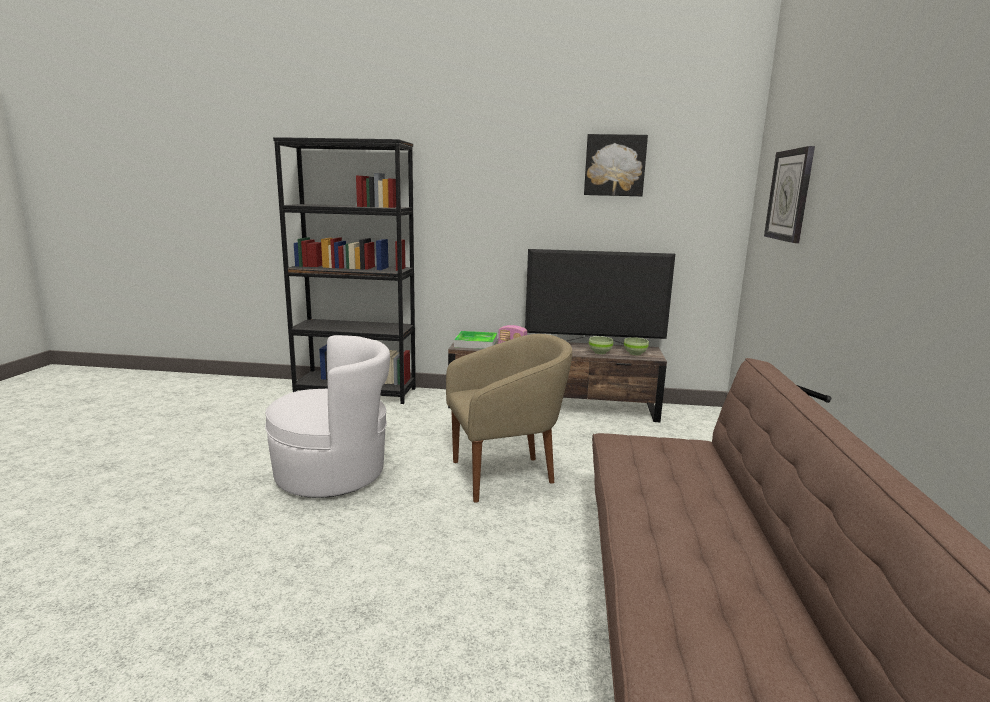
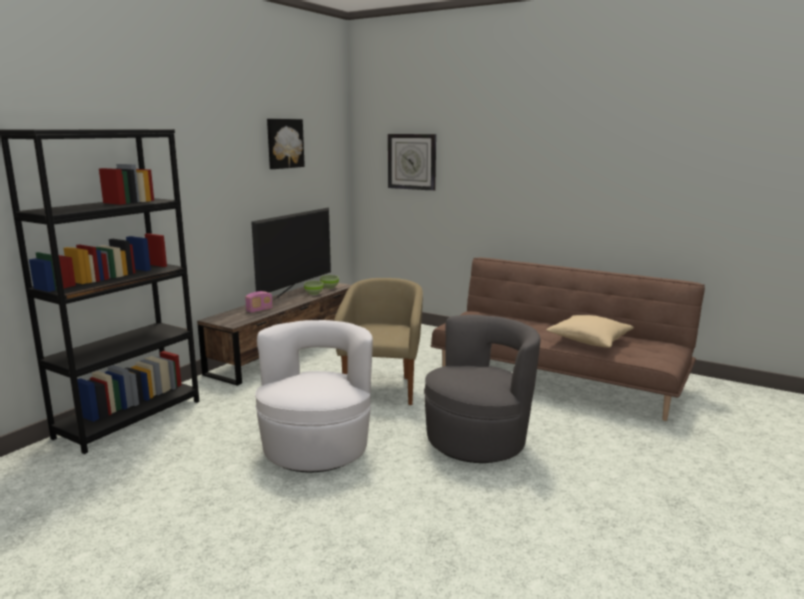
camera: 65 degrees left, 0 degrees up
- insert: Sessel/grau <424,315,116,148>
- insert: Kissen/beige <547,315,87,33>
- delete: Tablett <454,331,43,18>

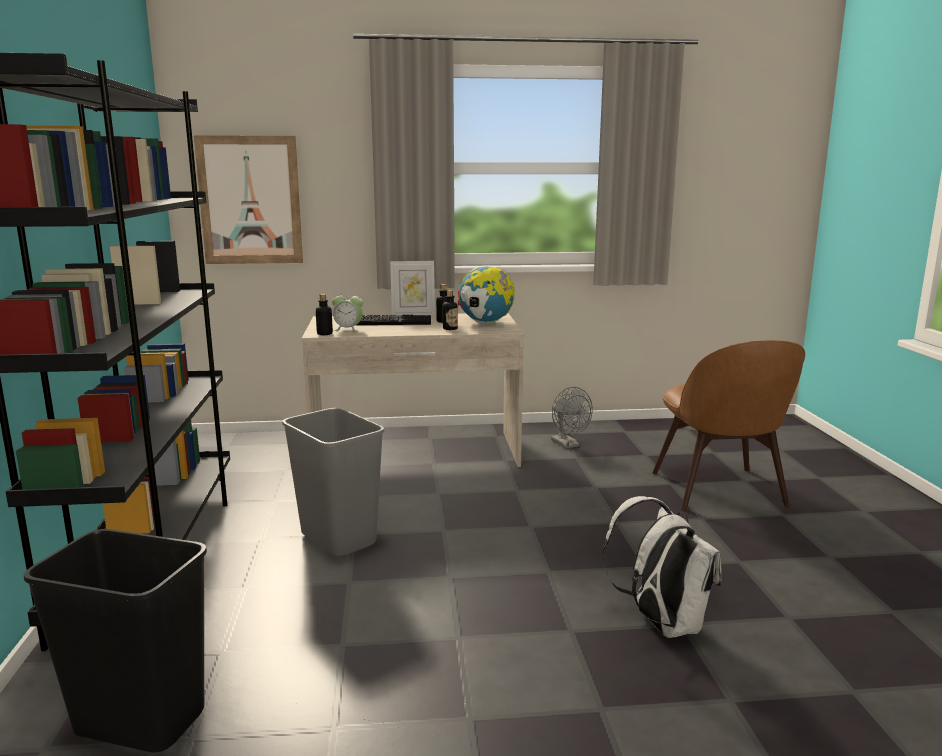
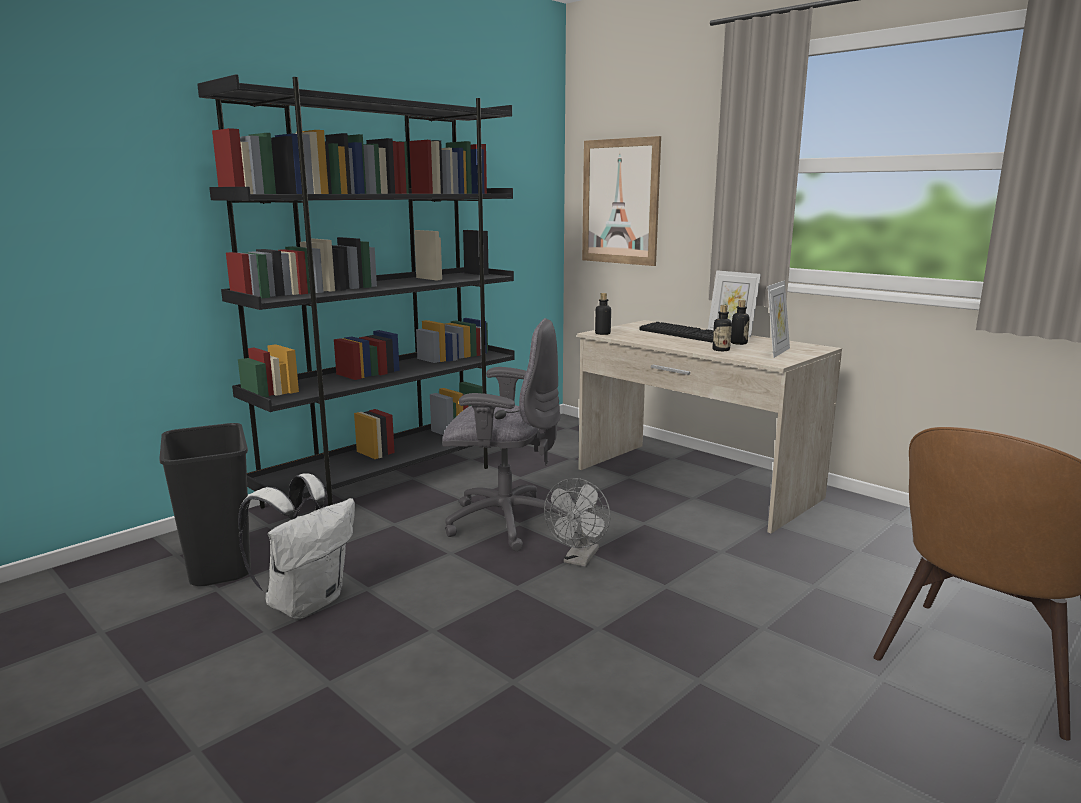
camera: 50 degrees right, 0 degrees up
- move: Rucksack/weiß <602,496,119,142> to <238,473,117,146>
- replace: Mülleimer/grau <282,408,102,148> to Bürostuhl/grau <442,318,126,233>
- move: Ventilator/grau <551,387,42,62> to <544,478,67,89>
- replace: Globus <458,267,57,57> to Bilderrahmen <767,280,23,78>
- delete: Wecker <332,291,31,41>

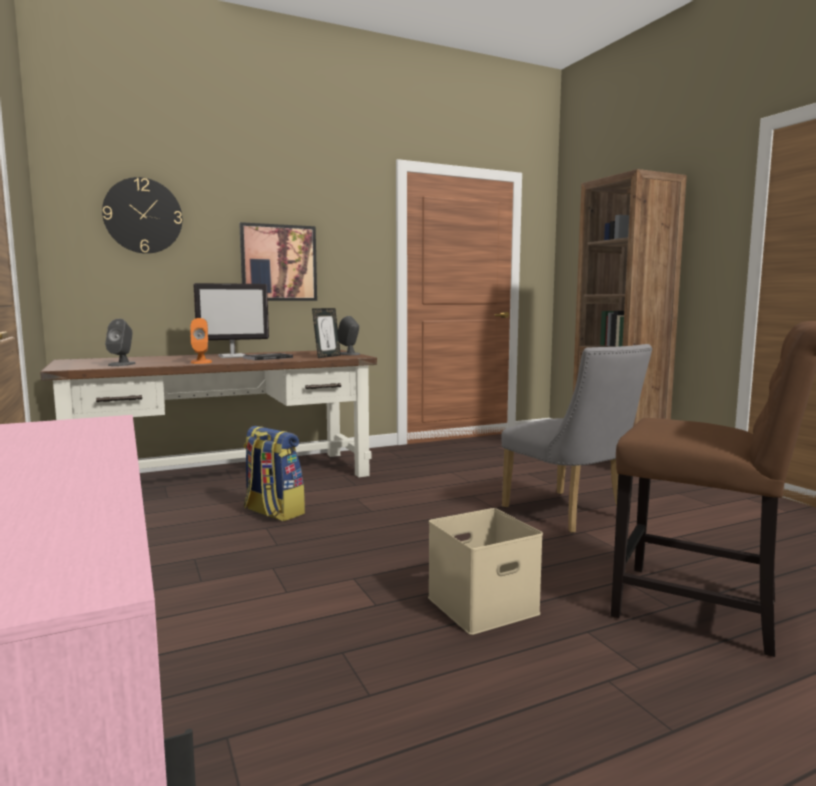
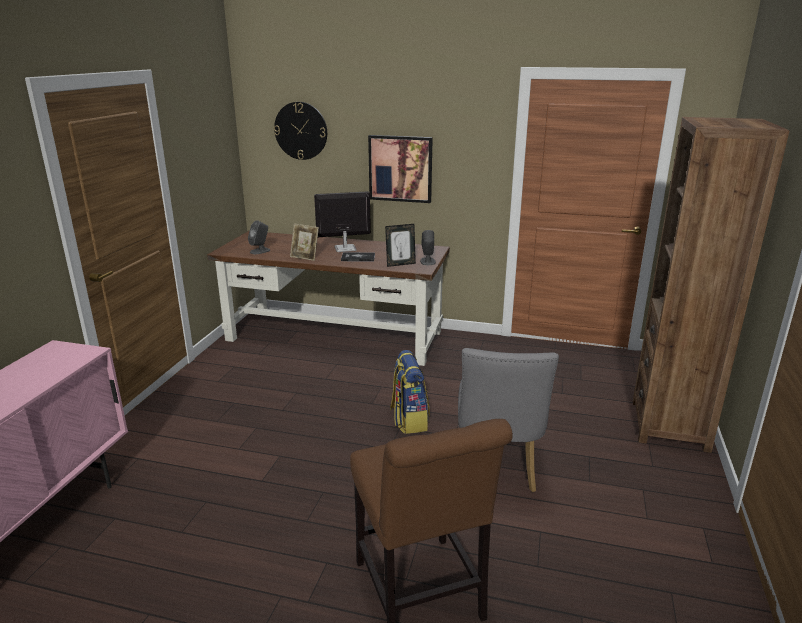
camera: 40 degrees right, 15 degrees up
- replace: Lautsprecher/orange <190,318,22,46> to Bilderrahmen <290,223,29,38>
- rotate: Monitor <194,283,75,75> = <314,191,57,61> 150 degrees clockwise
- move: Rucksack <244,426,61,95> to <390,350,40,84>
- delete: Aufbewahrungsbox/beige <428,508,115,127>

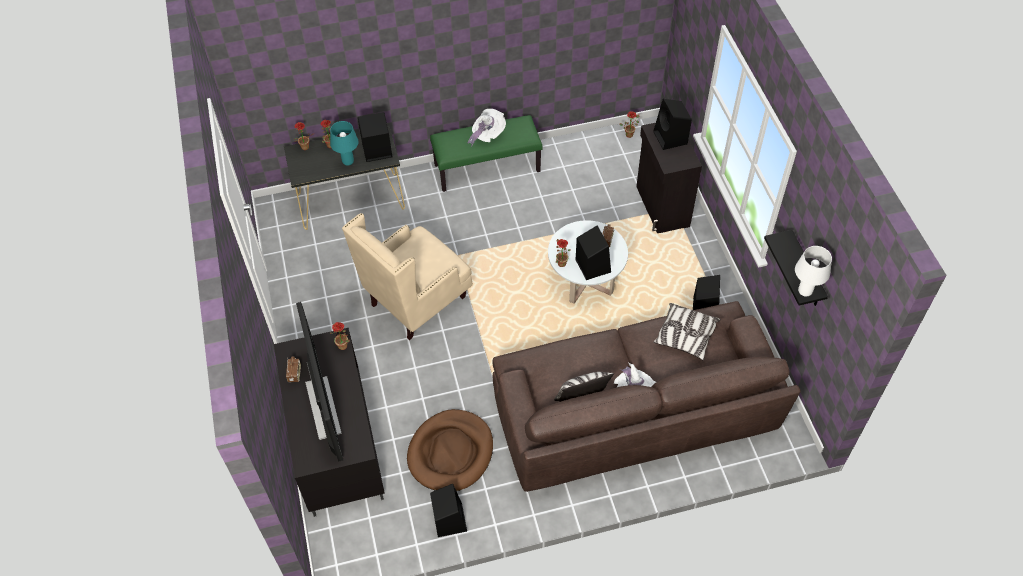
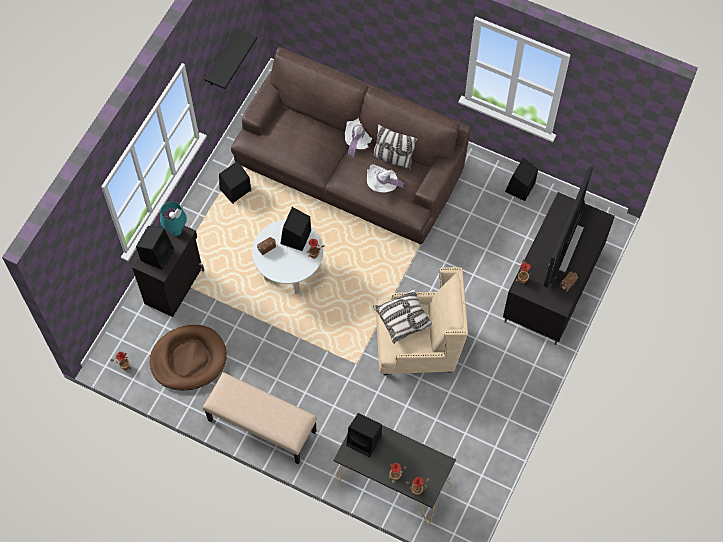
camera: 140 degrees left, 10 degrees up
- move: Hundebett/braun <407,409,86,82> to <150,325,77,66>
- move: Tischlampe/türkis <330,121,29,45> to <160,202,27,34>
- recolor: Bank/grün <430,115,112,77> to Bank/beige <202,372,115,92>
- move: Hut/weiß <467,109,39,38> to <367,164,38,29>
- move: Kissen <653,303,68,57> to <373,289,59,55>
- delete: Tischlampe/weiß <795,246,37,51>

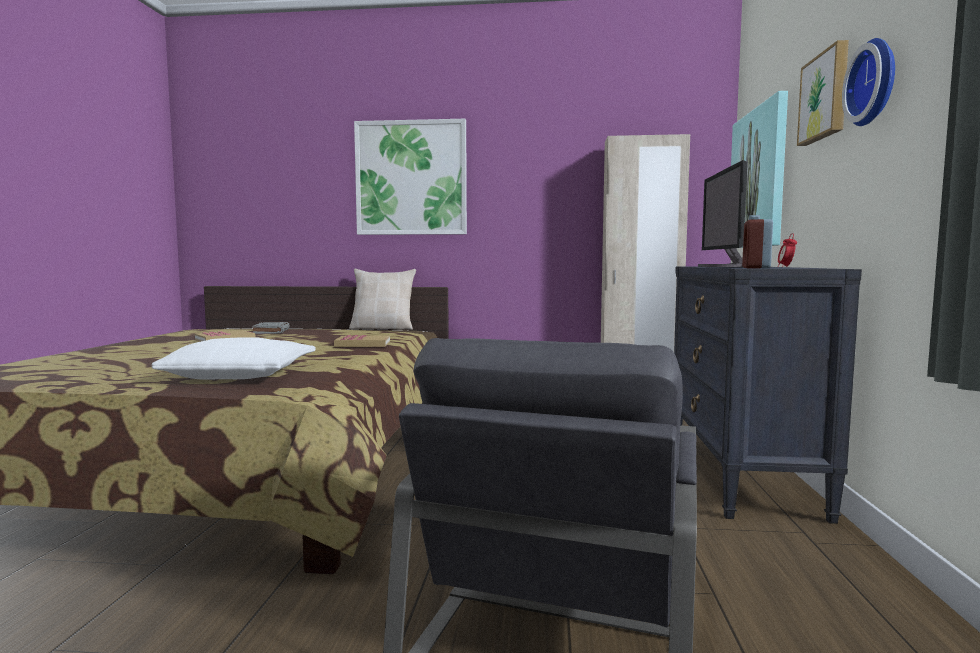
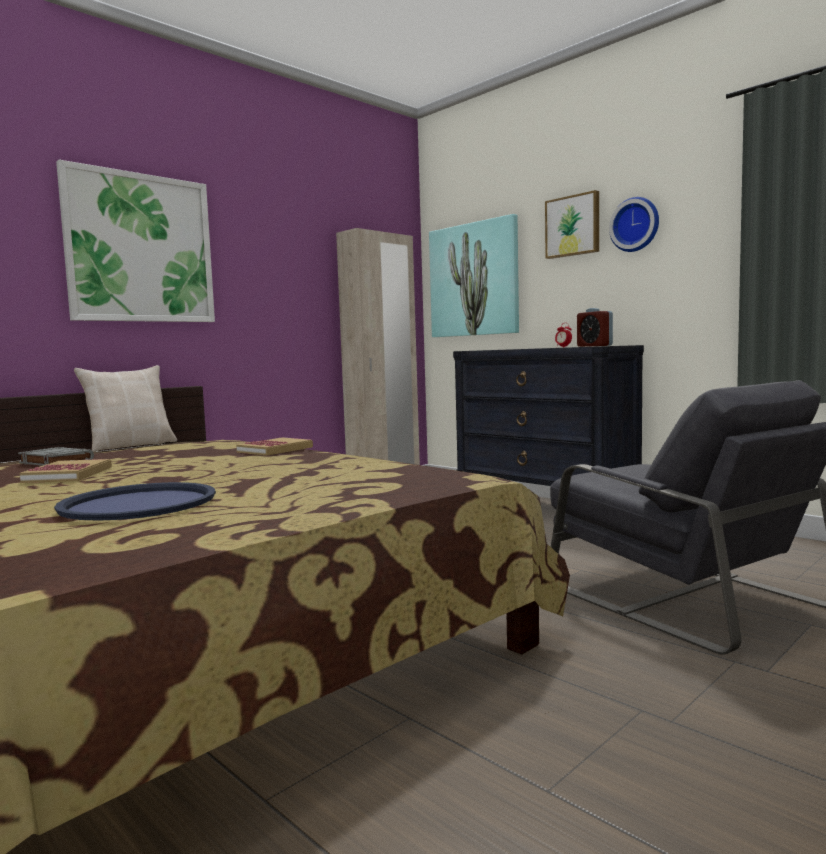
camera: 50 degrees left, 0 degrees up
- insert: Tablett/blau <54,482,162,38>
- delete: Kissen/weiß <152,337,164,42>
- delete: Monitor <698,160,49,107>

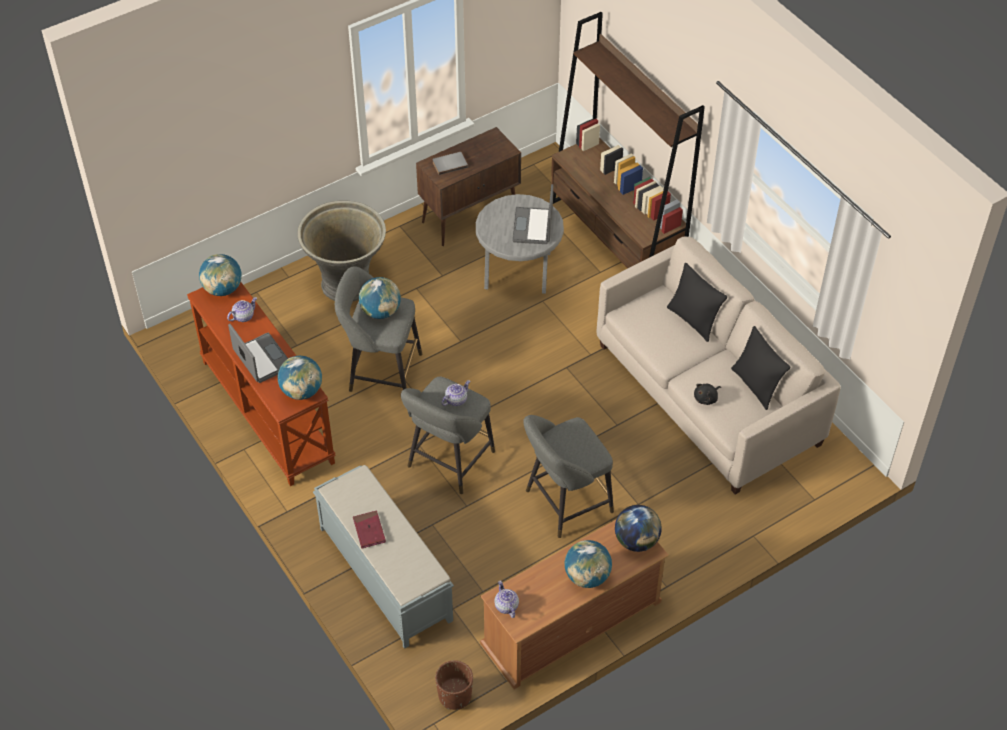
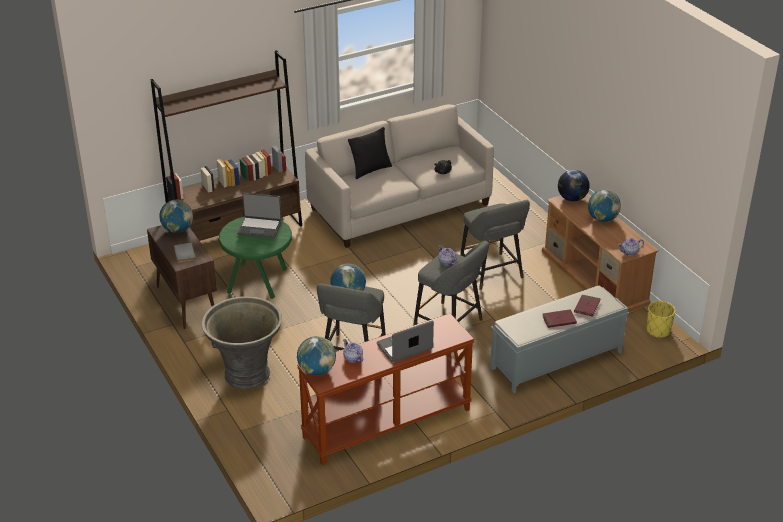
camera: 85 degrees left, 15 degrees down
- move: Globus <278,356,44,44> to <159,200,34,33>
- recolor: Beistelltisch/grau <476,194,88,100> to Beistelltisch/grün <219,217,73,82>
- insert: Buch/rot <574,295,27,22>
- recolor: Pflanzkübel/braun <435,660,38,50> to Pflanzkübel/gelb <647,301,28,37>
- delete: Kissen/schwarz <731,326,59,84>

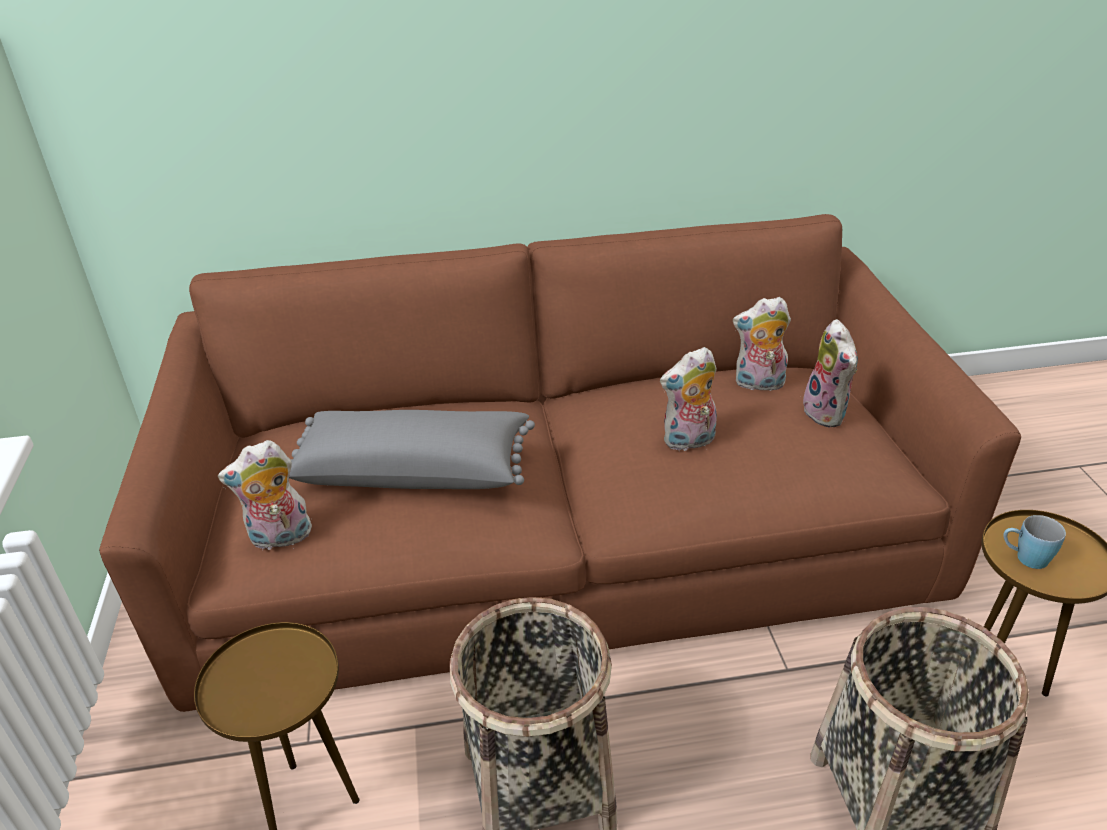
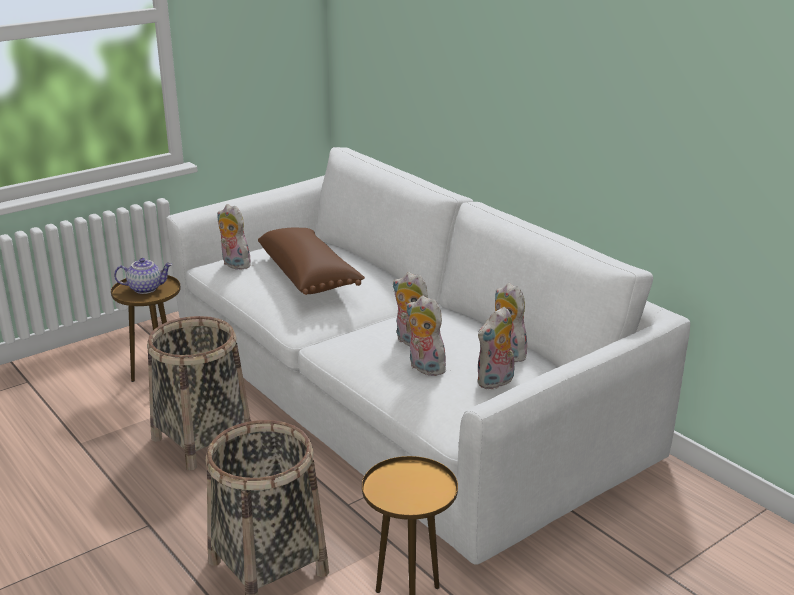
camera: 60 degrees right, 10 degrees down
- insert: Teekanne <114,258,58,36>
- recolor: Sofa/braun <99,214,922,498> to Sofa/weiß <167,147,523,418>
- recolor: Kissen/grau <289,410,246,79> to Kissen/braun <258,228,107,67>
- insert: Plüschtier <406,296,40,80>
- delete: Henkelbecher/blau <1003,515,63,54>

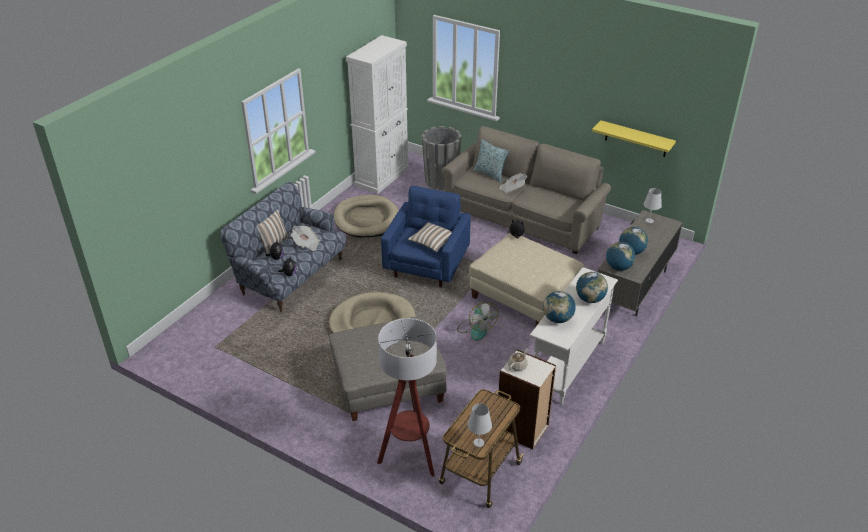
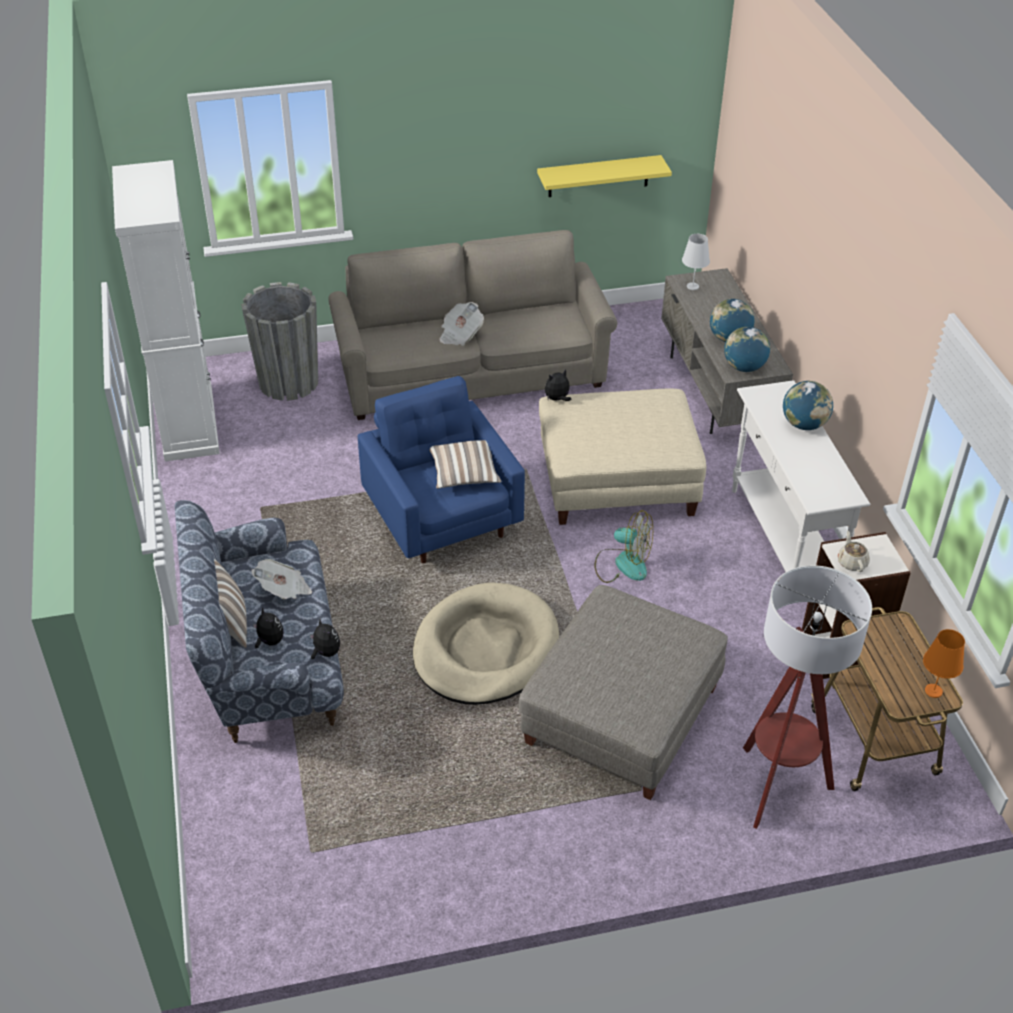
camera: 45 degrees left, 5 degrees up
- recolor: Tischlampe/weiß <467,403,25,44> to Tischlampe/orange <923,629,42,69>
- delete: Hundebett/beige <334,195,65,42>
- delete: Kissen <474,139,35,44>
- delete: Globus <543,291,33,32>

